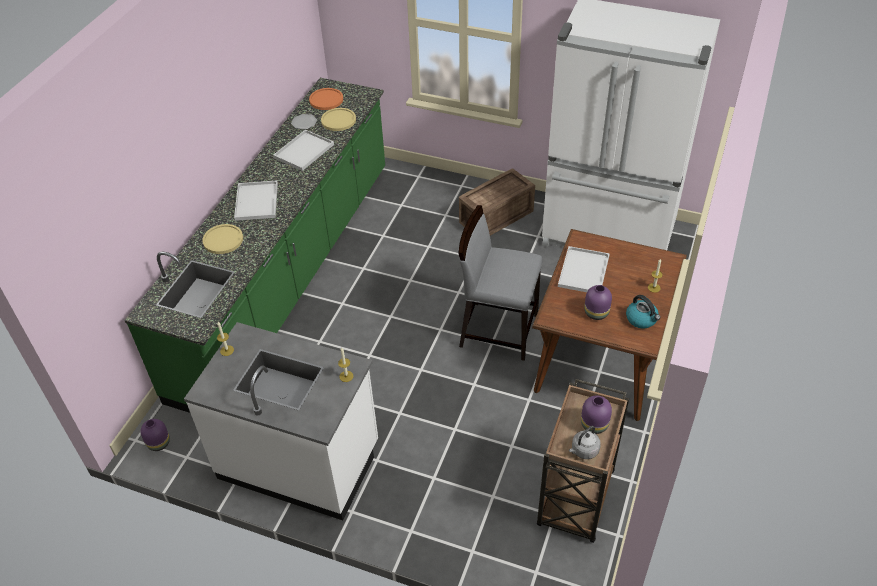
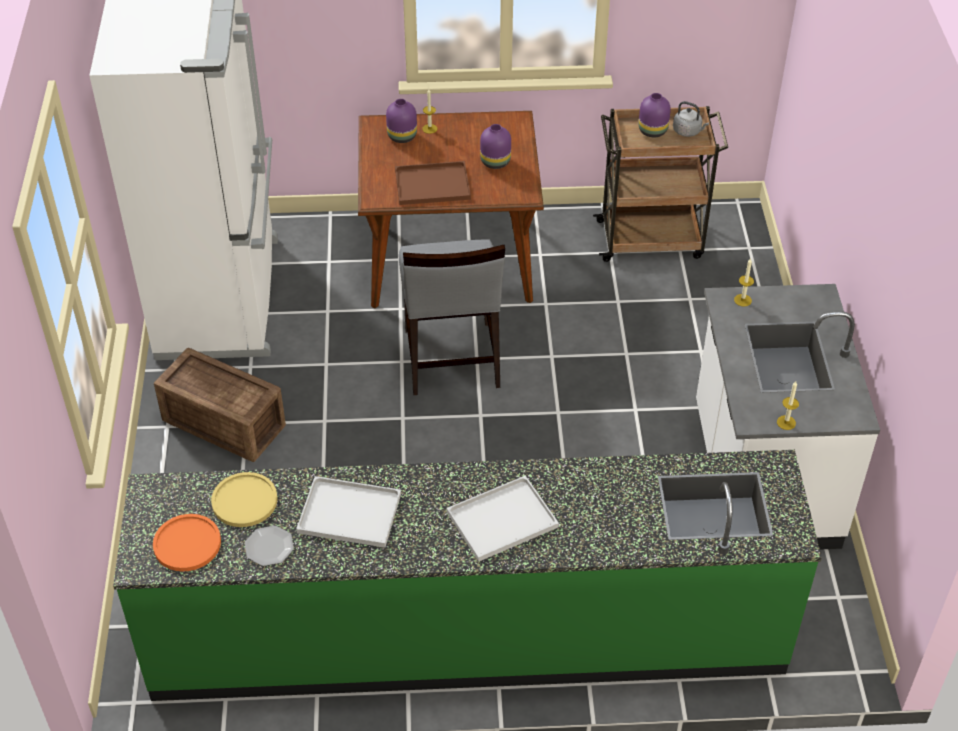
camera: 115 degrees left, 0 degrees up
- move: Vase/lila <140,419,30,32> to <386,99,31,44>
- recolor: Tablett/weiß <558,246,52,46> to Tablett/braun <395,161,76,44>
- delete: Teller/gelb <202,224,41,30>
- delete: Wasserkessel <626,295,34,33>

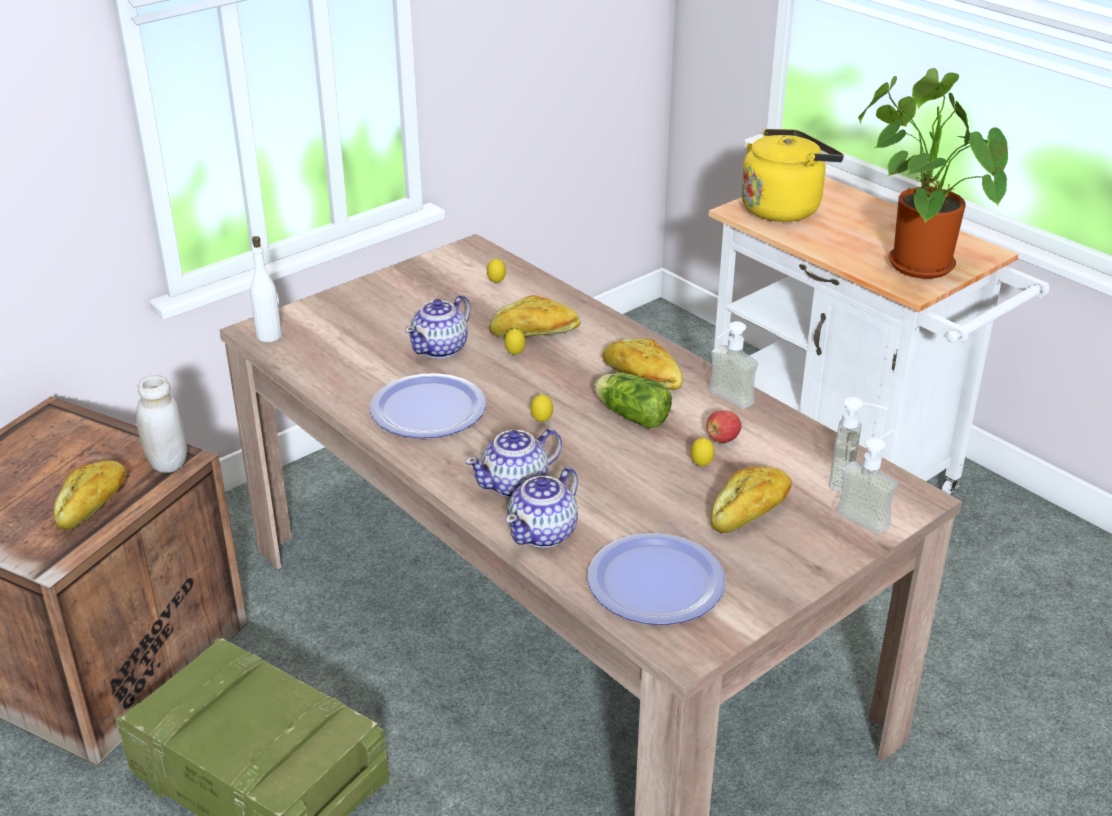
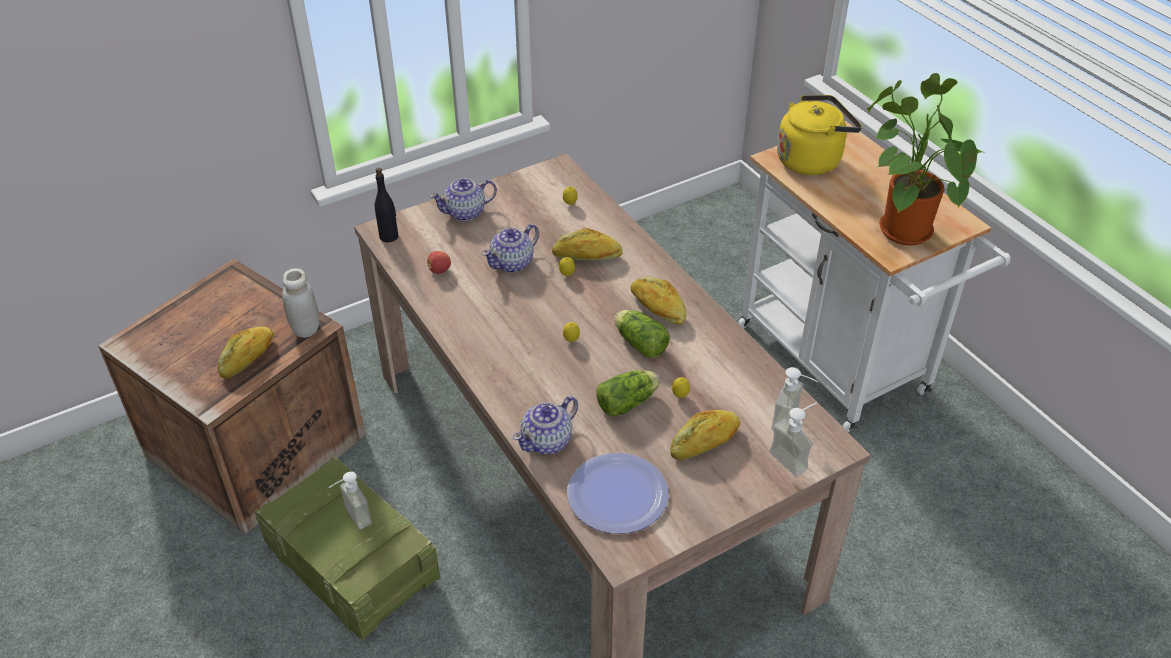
camera: 10 degrees right, 10 degrees up
- move: Seifenspender <708,321,50,88> to <328,472,44,57>
- recolor: Flasche/weiß <250,236,32,106> to Flasche/schwarz <374,168,24,74>
- move: Apfel <706,410,36,33> to <427,251,24,23>
- move: Teekanne <465,429,97,69> to <430,178,67,43>
- insert: Salatkopf <596,370,64,46>
- delete: Teller <370,373,116,65>

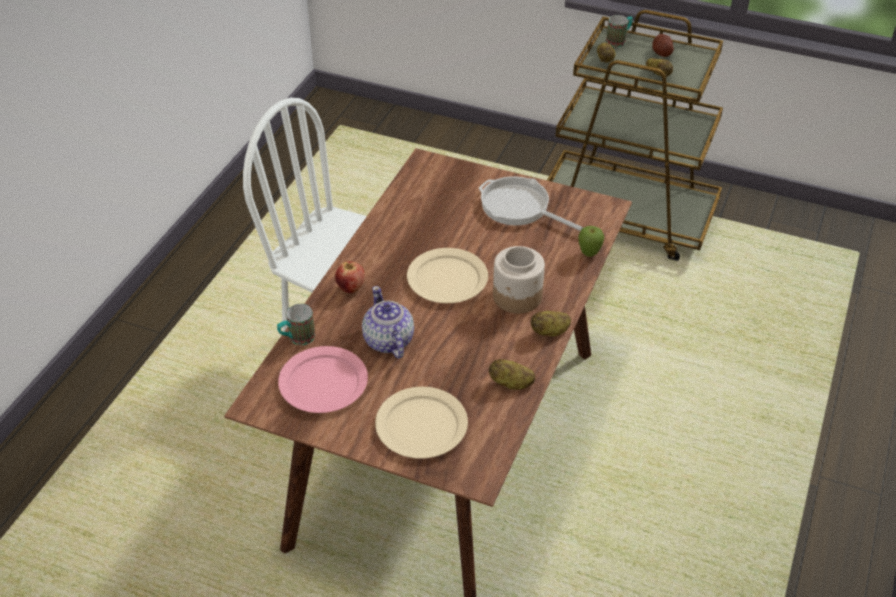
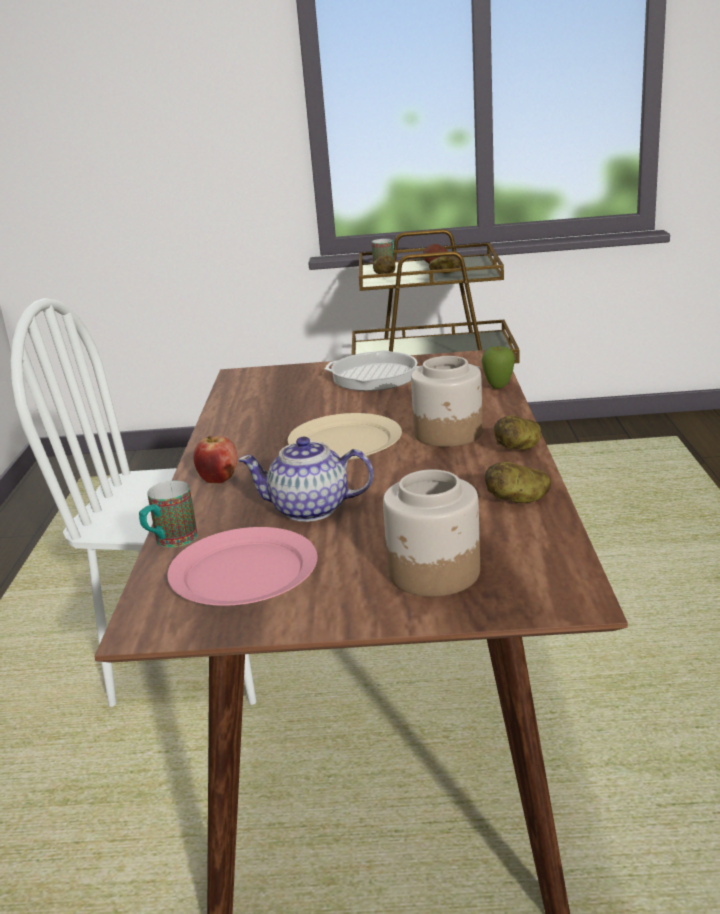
camera: 20 degrees left, 20 degrees down
- rotate: Teekanne <362,286,52,73> = <238,437,135,85> 45 degrees counterclockwise
- replace: Teller/beige <375,387,93,72> to Vorratsglas <383,469,97,128>

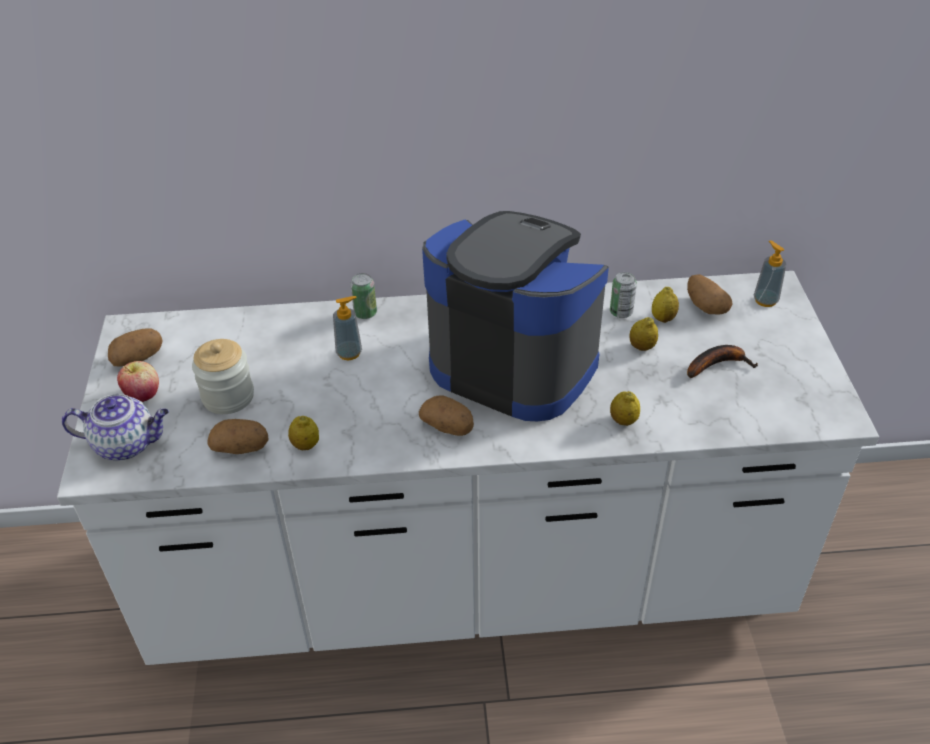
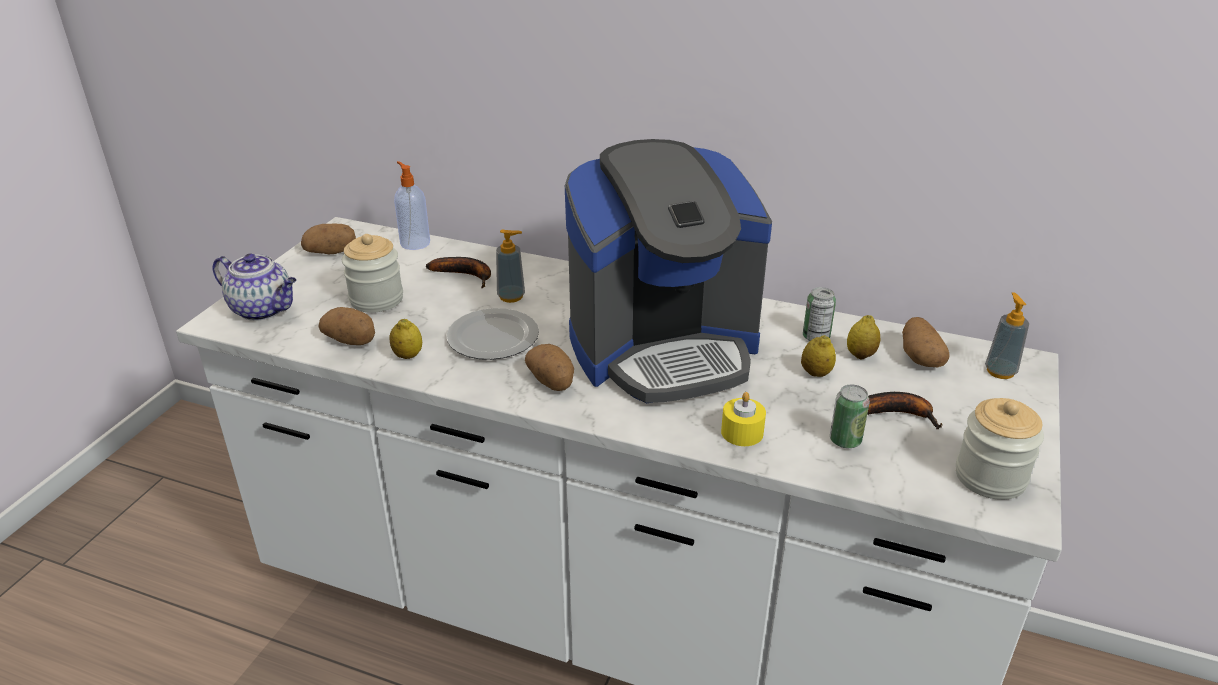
camera: 25 degrees right, 10 degrees down
- insert: Seifenspender <394,161,36,89>
- insert: Banane <426,257,65,31>
- insert: Teller <446,308,93,52>
- rotate: Kaffeemaschine <422,211,187,210> = <565,139,207,264> 105 degrees clockwise
- replace: Zitrone <610,391,30,35> to Kerze/gelb <721,392,45,54>
- move: Dose <350,273,27,46> to <830,385,40,63>
- insert: Vorratsglas <956,398,88,102>
- delete: Apfel <117,361,42,41>

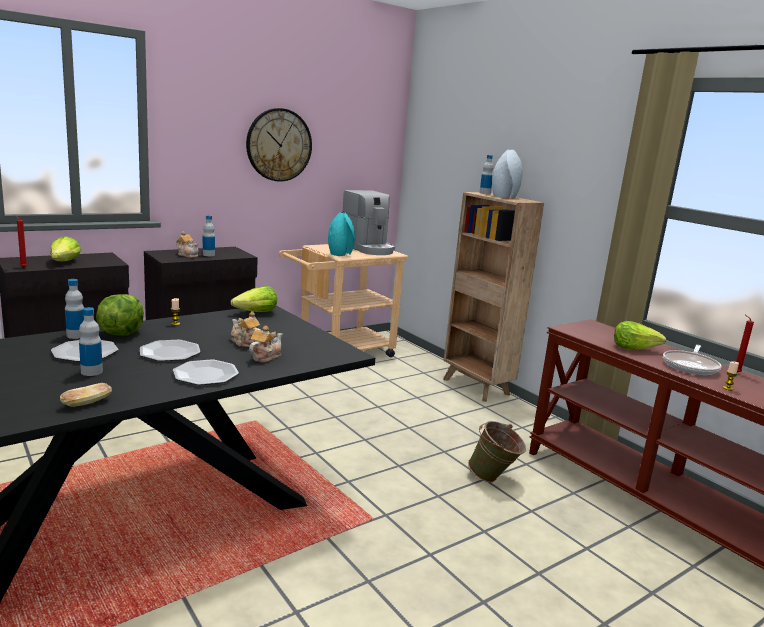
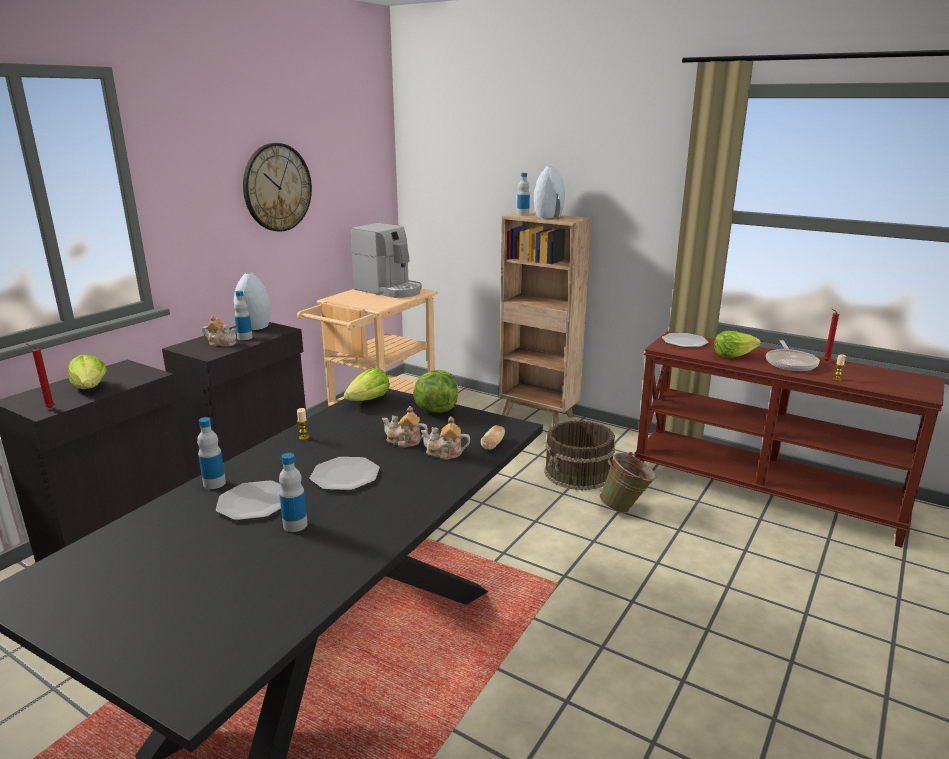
camera: 20 degrees left, 5 degrees up
- insert: Vase/grau <234,273,37,57>
- move: Salatkopf <96,294,48,41> to <413,370,45,43>
- rotate: Teekanne <249,326,34,36> = <421,416,49,44> 90 degrees counterclockwise
- move: Brot <60,383,52,24> to <481,425,24,25>
- insert: Eimer/braun <544,420,71,71>
- move: Teller <173,359,66,26> to <662,333,47,14>
- delete: Vase/türkis <328,212,27,44>

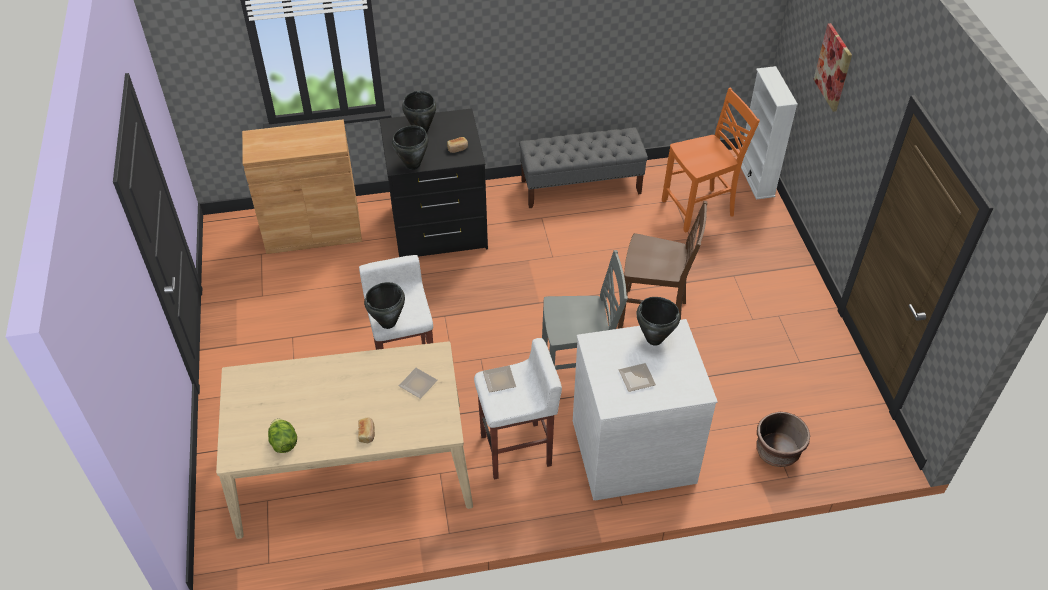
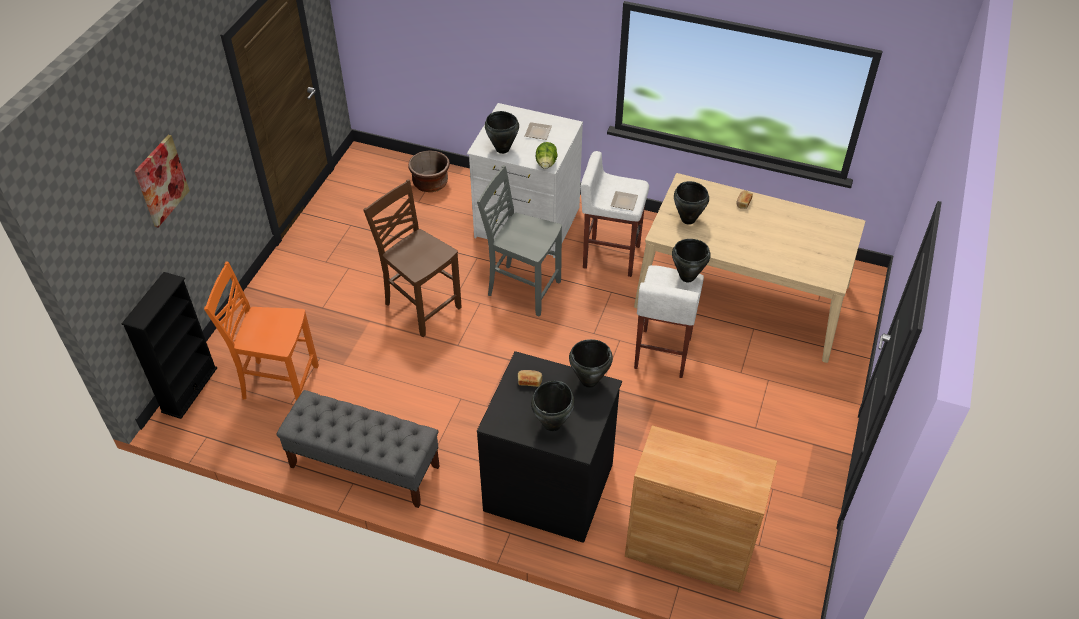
camera: 150 degrees left, 0 degrees up
- recolor: Bücherregal/weiß <741,66,57,134> to Bücherregal/schwarz <122,272,95,147>
- move: Salatkopf <268,419,29,34> to <536,142,22,27>
- replace: Teller <399,368,39,31> to Kochtopf/schwarz <674,181,35,44>

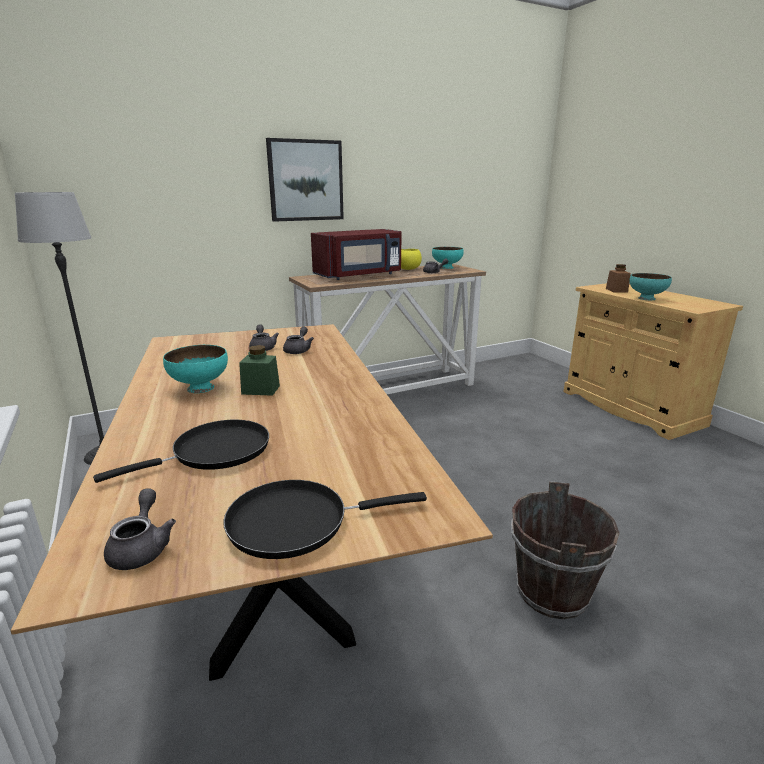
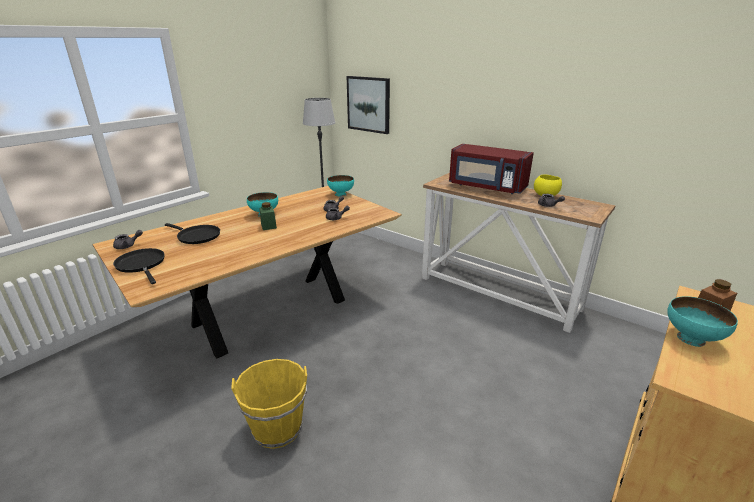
camera: 65 degrees right, 5 degrees up
- recolor: Eimer/braun <511,481,109,138> to Eimer/gelb <231,359,76,90>
- move: Schüssel/türkis <432,247,32,22> to <327,175,27,21>
- move: Bild <266,138,78,84> to <346,76,44,58>

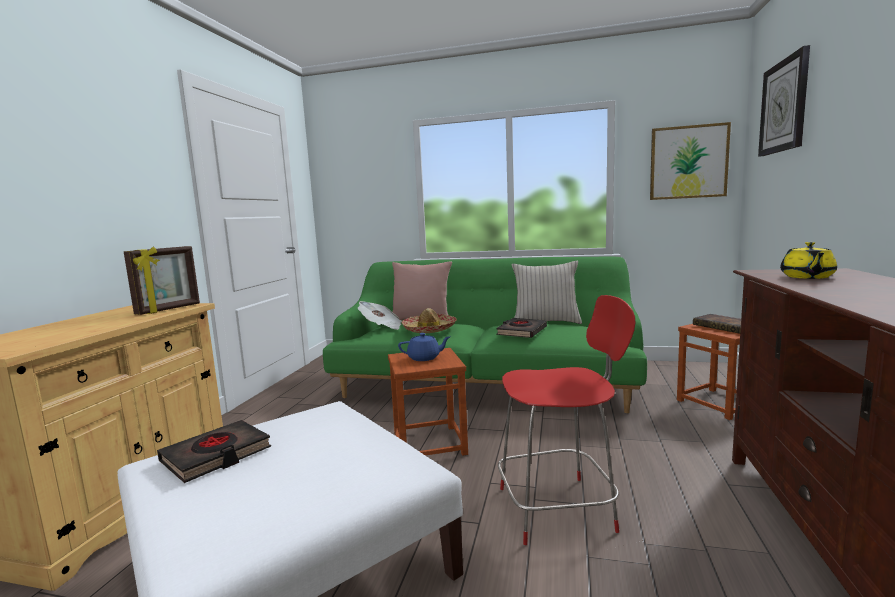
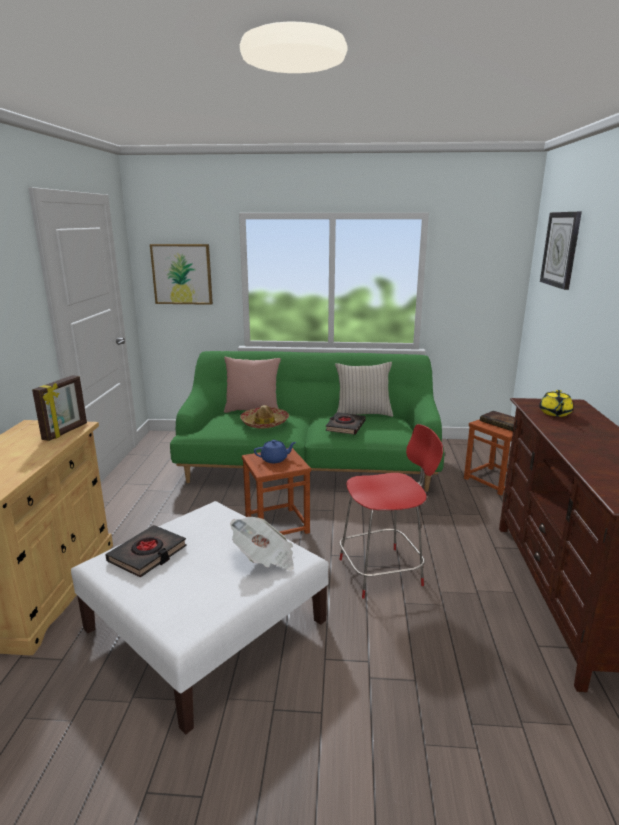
camera: 10 degrees left, 10 degrees up
- move: Bild <650,122,81,78> to <150,244,63,61>
- move: Zeitung <358,301,44,29> to <230,517,64,53>

